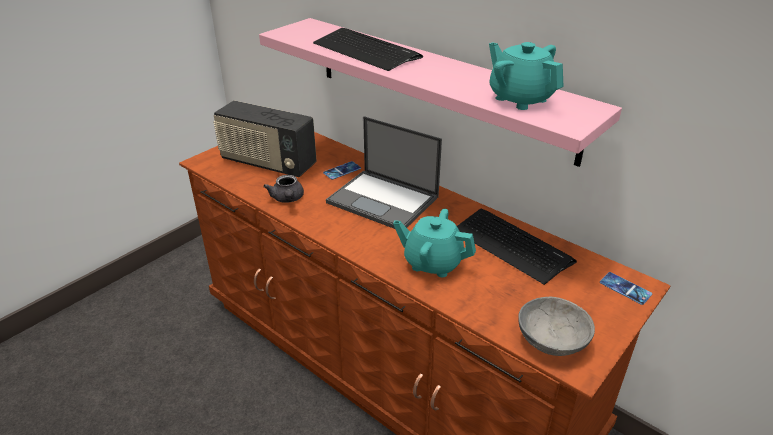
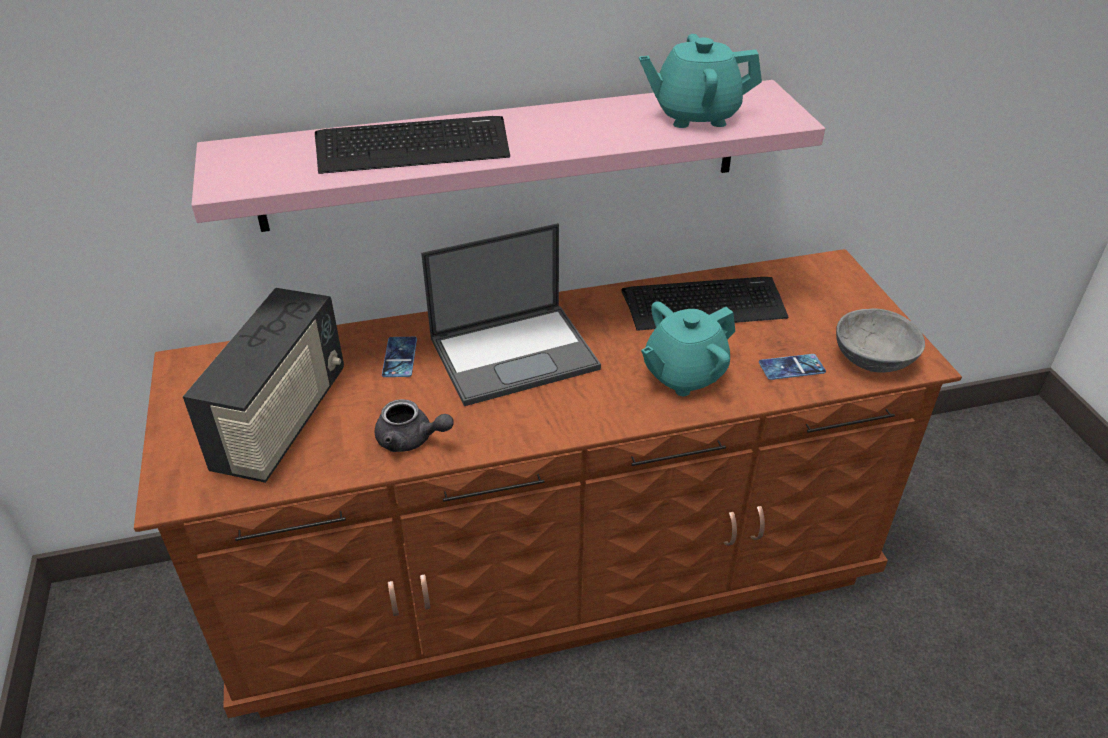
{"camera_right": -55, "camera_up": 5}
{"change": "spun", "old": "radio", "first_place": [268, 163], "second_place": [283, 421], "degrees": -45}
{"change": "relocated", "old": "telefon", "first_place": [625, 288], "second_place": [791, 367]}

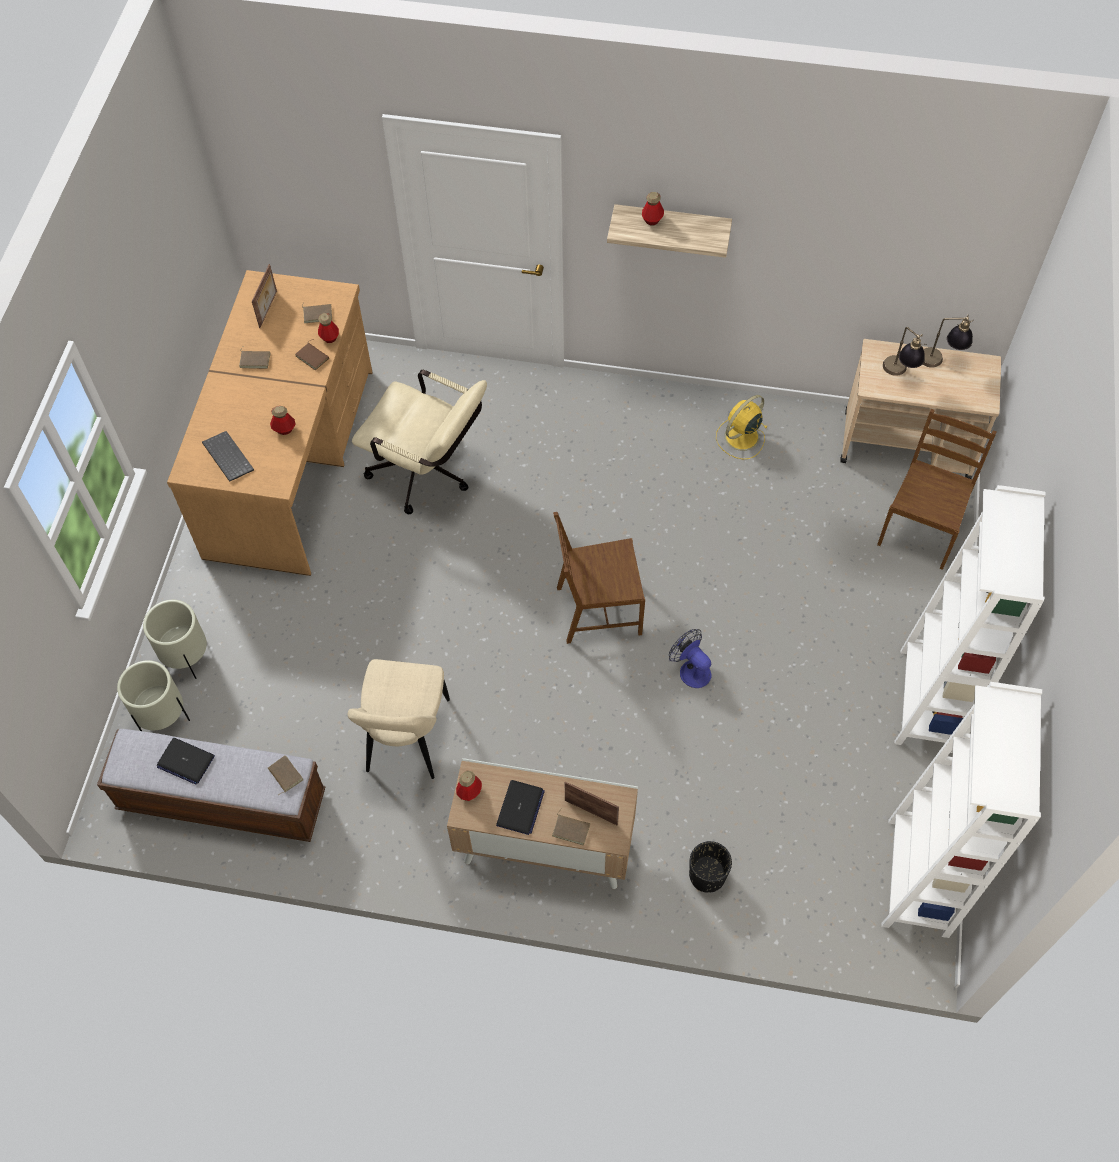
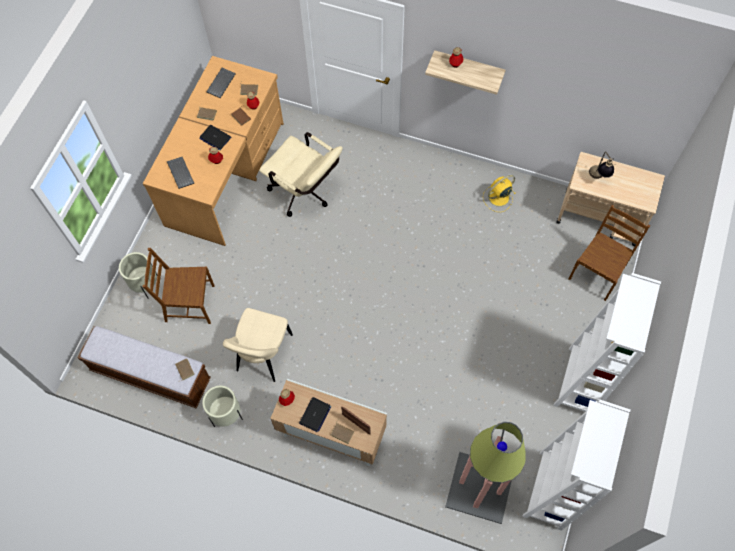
{"camera_right": 10, "camera_up": 5}
{"change": "relocated", "old": "krzesło [brązowy]", "first_place": [598, 610], "second_place": [189, 304]}
{"change": "relocated", "old": "laptop", "first_place": [185, 761], "second_place": [215, 138]}
{"change": "relocated", "old": "donica [beżowy]", "first_place": [163, 718], "second_place": [226, 415]}
{"change": "exchanged", "old": "ramka na zdjęcie", "new": "klawiatura", "first_place": [269, 309], "second_place": [221, 83]}
{"change": "appeared", "new": "lampa stojąca", "second_place": [479, 488]}
{"change": "missing", "old": "wentylator", "first_place": [691, 669]}
{"change": "missing", "old": "donica [czarny]", "first_place": [707, 875]}
{"change": "missing", "old": "lampa stołowa", "first_place": [941, 361]}

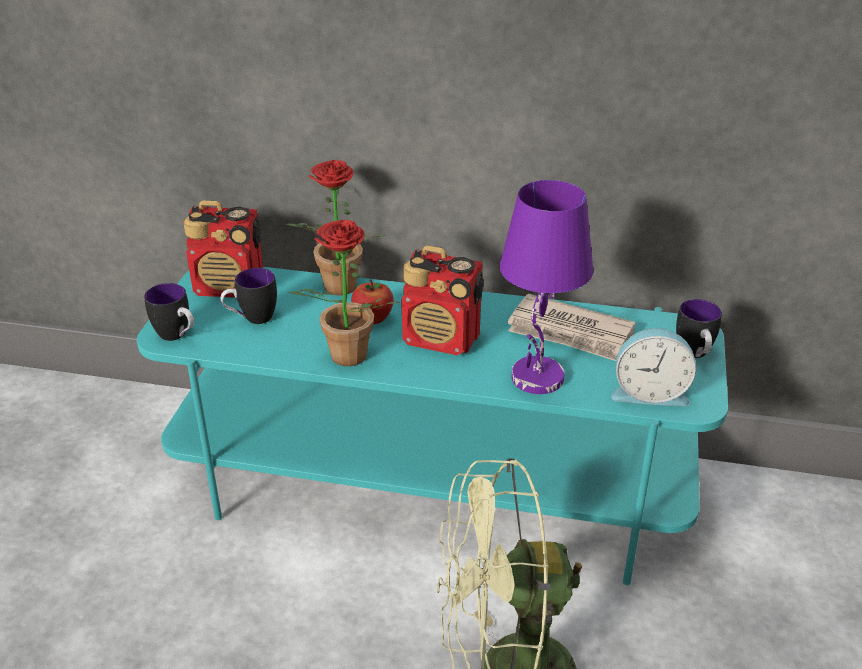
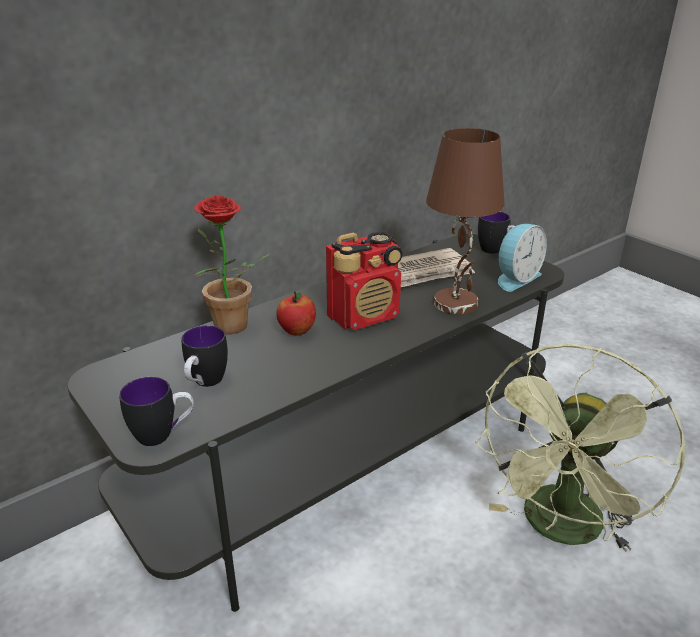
{"camera_right": -50, "camera_up": -5}
{"change": "colour", "old": "szafka pod telewizor [turkusowy]", "new": "szafka pod telewizor [szary]", "first_place": [433, 488], "second_place": [351, 462]}
{"change": "colour", "old": "lampa stołowa [fioletowy]", "new": "lampa stołowa [brązowy]", "first_place": [537, 379], "second_place": [457, 304]}
{"change": "missing", "old": "radio", "first_place": [230, 287]}
{"change": "missing", "old": "roślina doniczkowa", "first_place": [344, 360]}

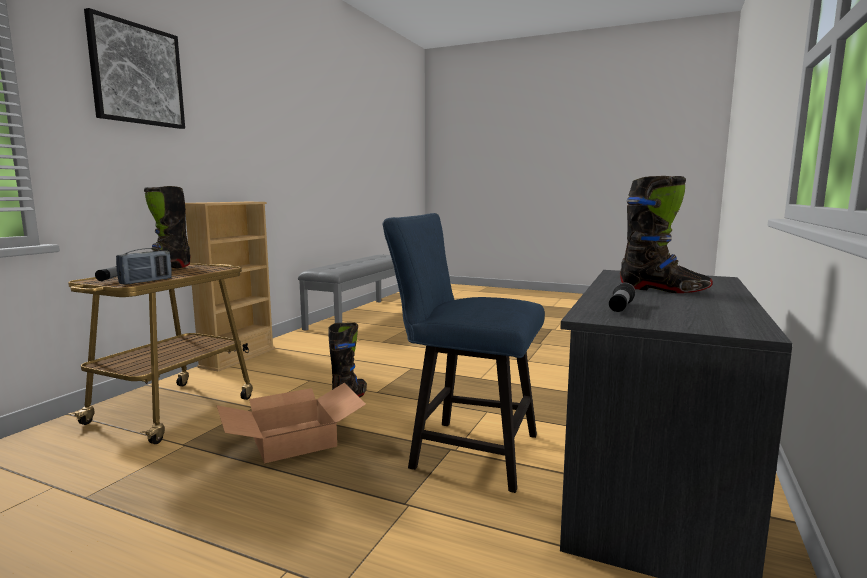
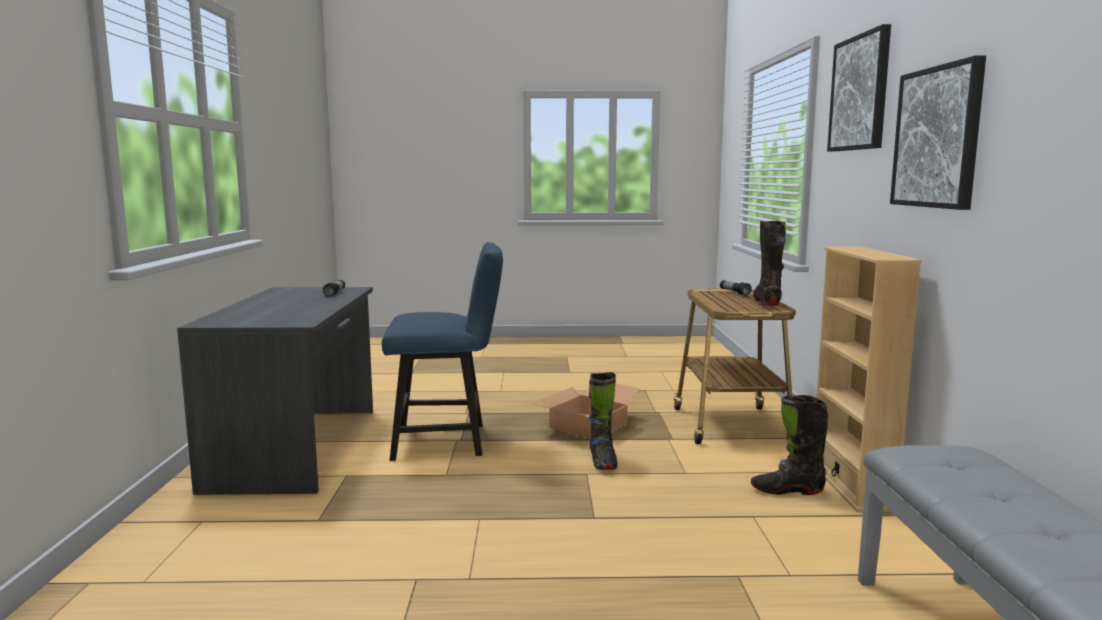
{"camera_right": 155, "camera_up": 0}
{"change": "relocated", "old": "but z cholewką [czarny]", "first_place": [663, 290], "second_place": [787, 490]}
{"change": "appeared", "new": "obraz", "second_place": [937, 137]}
{"change": "missing", "old": "radio", "first_place": [146, 281]}

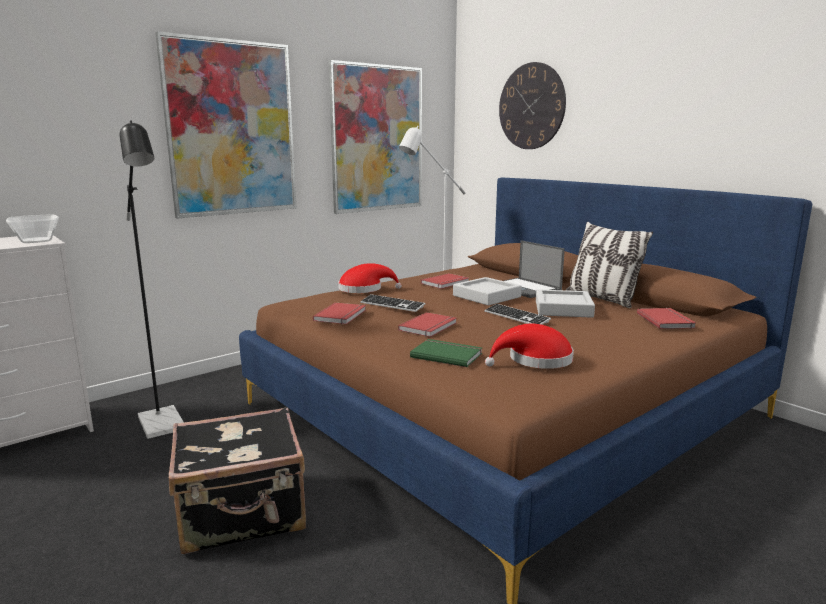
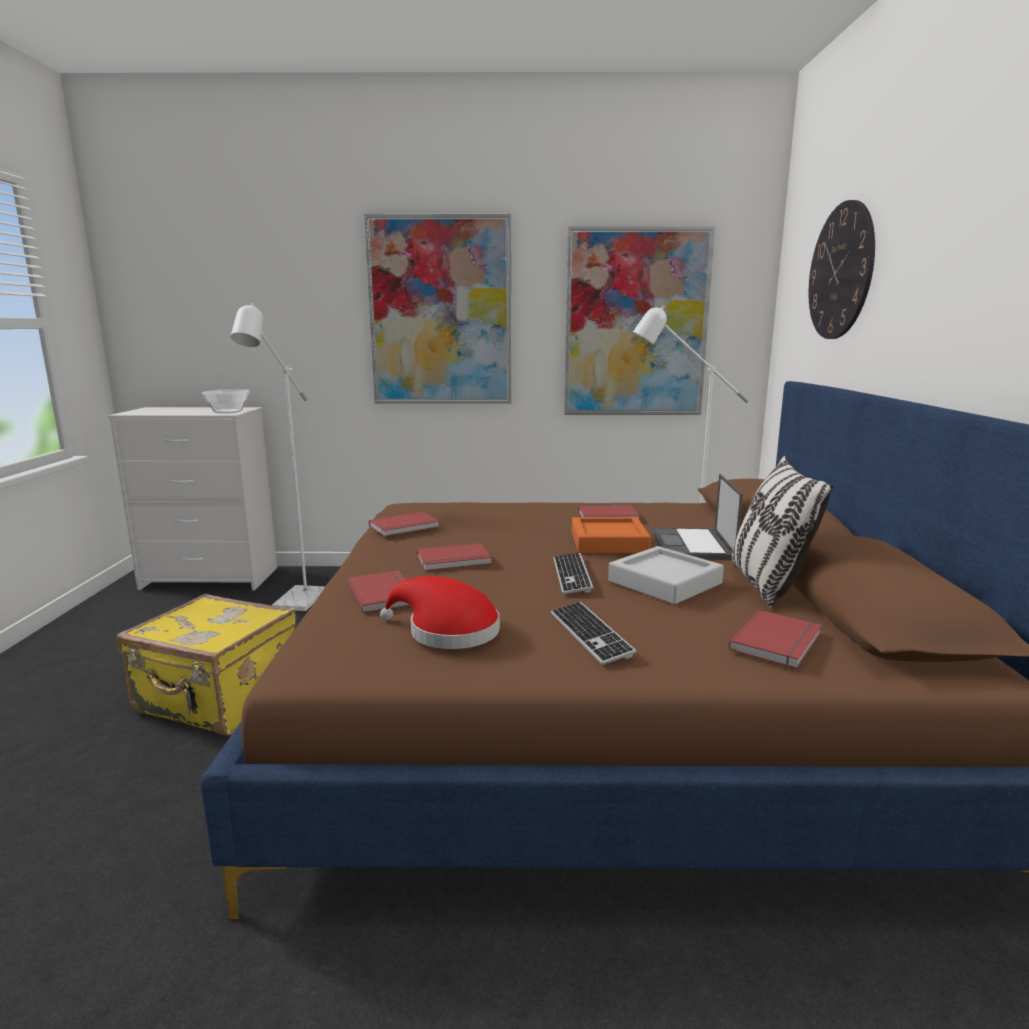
{"camera_right": 40, "camera_up": 0}
{"change": "colour", "old": "walizka [czarny]", "new": "walizka [żółty]", "first_place": [243, 514], "second_place": [219, 700]}
{"change": "colour", "old": "lampa stojąca [czarny]", "new": "lampa stojąca [biały]", "first_place": [164, 427], "second_place": [296, 604]}
{"change": "colour", "old": "książka [zielony]", "new": "książka [czerwony]", "first_place": [447, 355], "second_place": [384, 594]}
{"change": "relocated", "old": "klawiatura", "first_place": [392, 305], "second_place": [590, 634]}
{"change": "colour", "old": "taca [szary]", "new": "taca [pomarańczowy]", "first_place": [486, 296], "second_place": [608, 542]}
{"change": "missing", "old": "kapelusz [czerwony]", "first_place": [364, 289]}

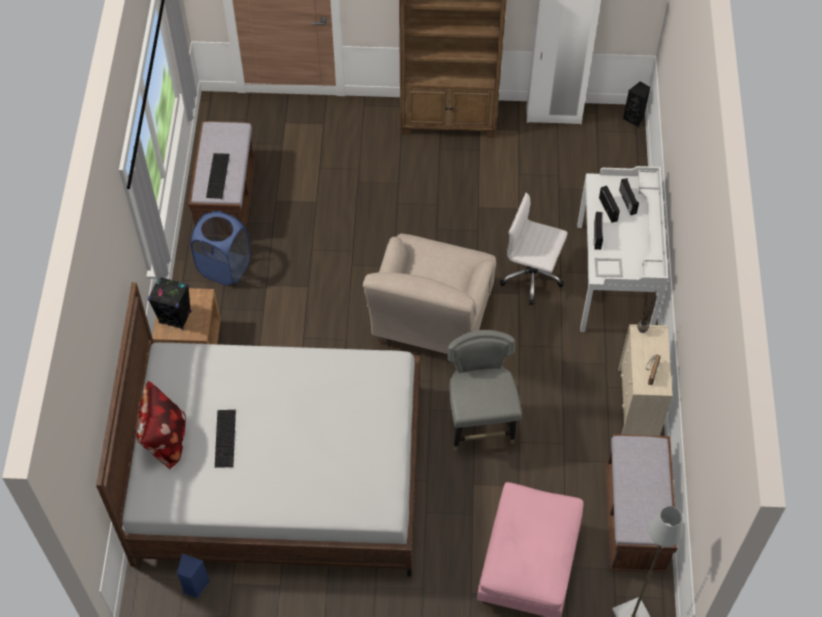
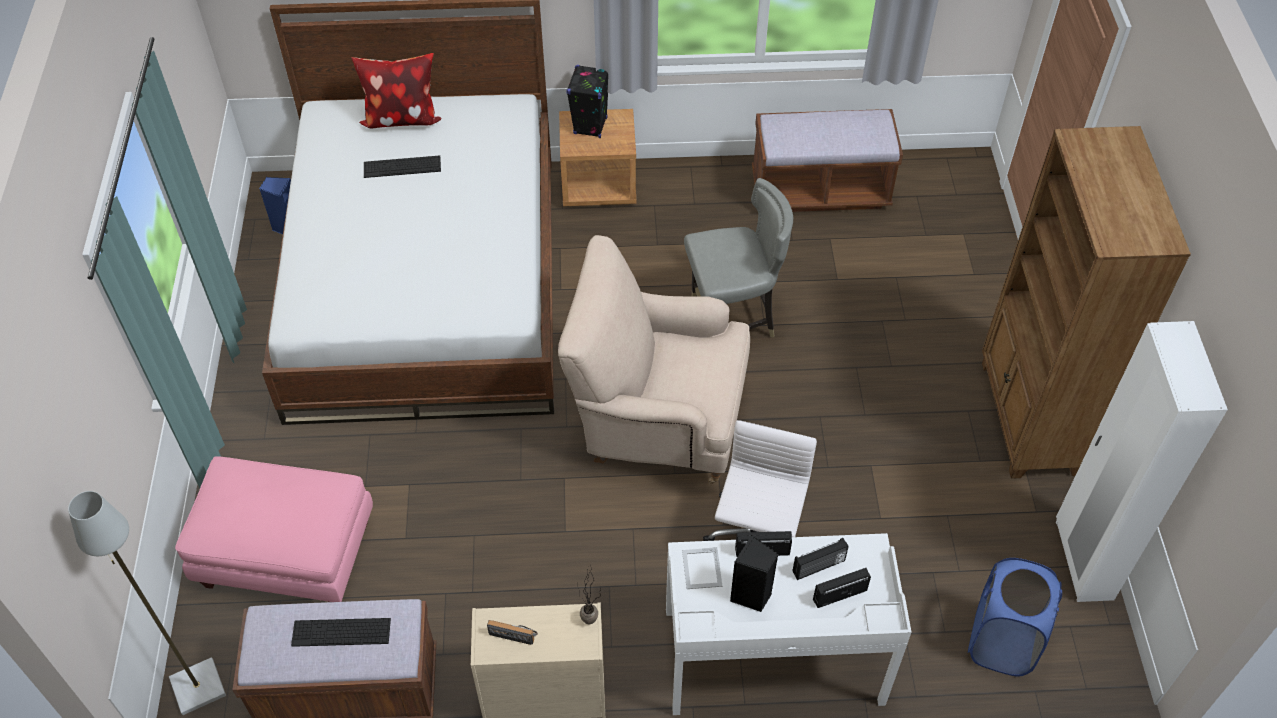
{"camera_right": 85, "camera_up": -5}
{"change": "relocated", "old": "klawiatura", "first_place": [218, 176], "second_place": [341, 632]}
{"change": "relocated", "old": "krzesło [szary]", "first_place": [480, 424], "second_place": [732, 320]}
{"change": "relocated", "old": "głośnik [czarny]", "first_place": [634, 118], "second_place": [751, 596]}
{"change": "relocated", "old": "kosz na pranie [niebieski]", "first_place": [224, 267], "second_place": [1002, 642]}

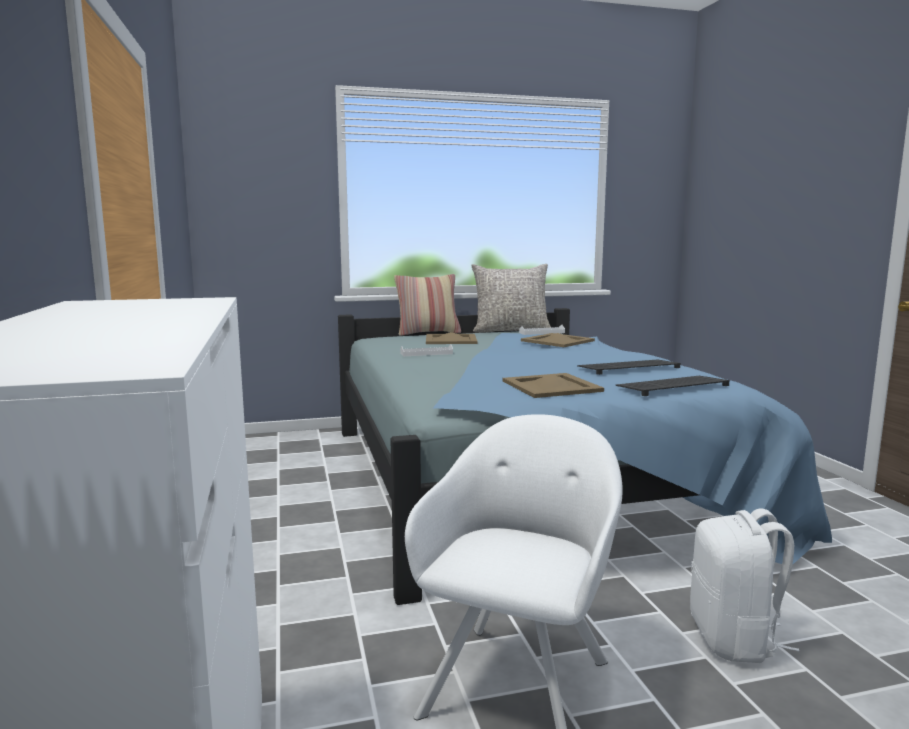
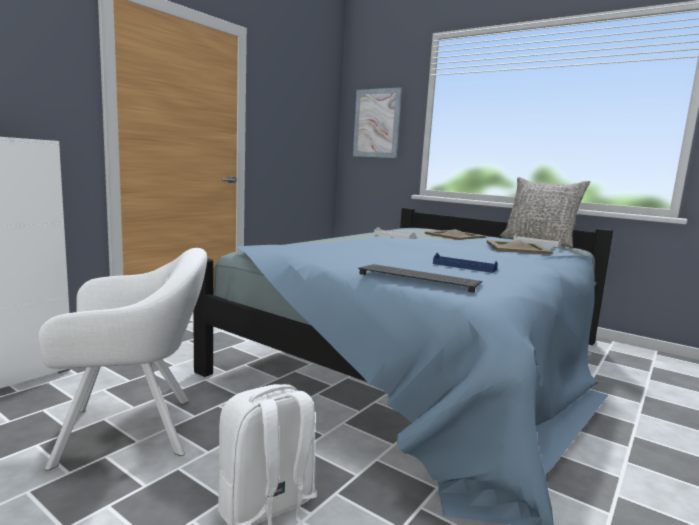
{"camera_right": 50, "camera_up": 0}
{"change": "appeared", "new": "obraz", "second_place": [376, 123]}
{"change": "exchanged", "old": "klawiatura", "new": "taca [niebieski]", "first_place": [629, 368], "second_place": [464, 266]}
{"change": "missing", "old": "poduszka", "first_place": [428, 333]}
{"change": "missing", "old": "taca [beżowy]", "first_place": [551, 386]}

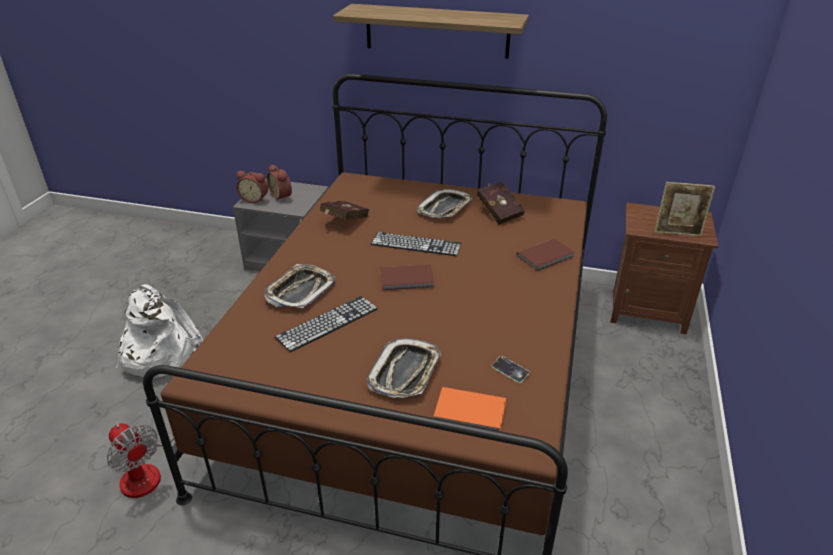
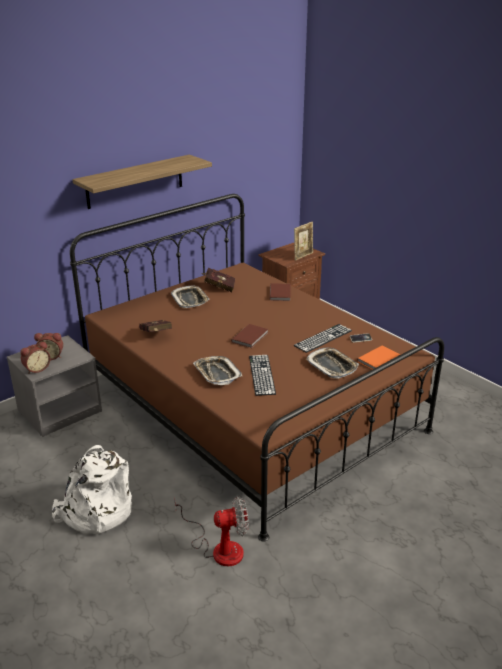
{"camera_right": -55, "camera_up": -5}
{"change": "relocated", "old": "klawiatura", "first_place": [416, 244], "second_place": [323, 338]}

